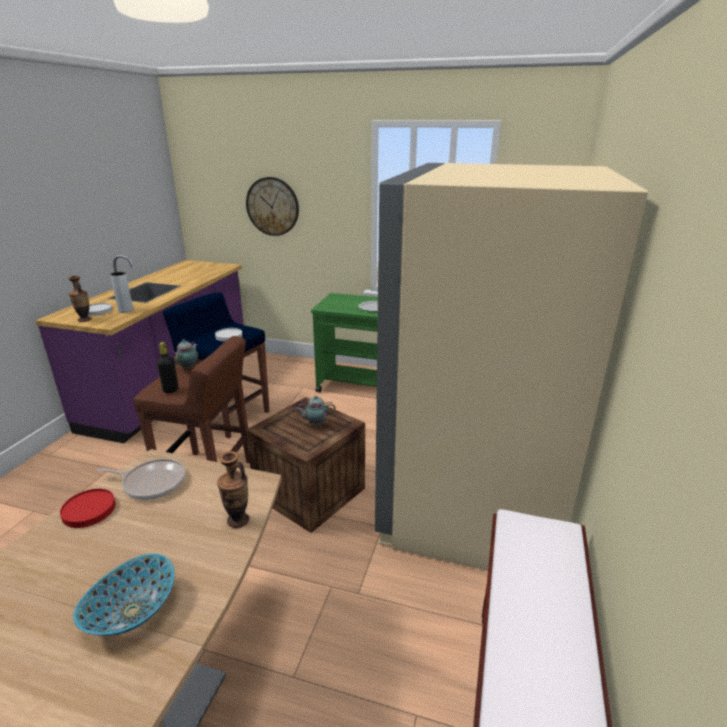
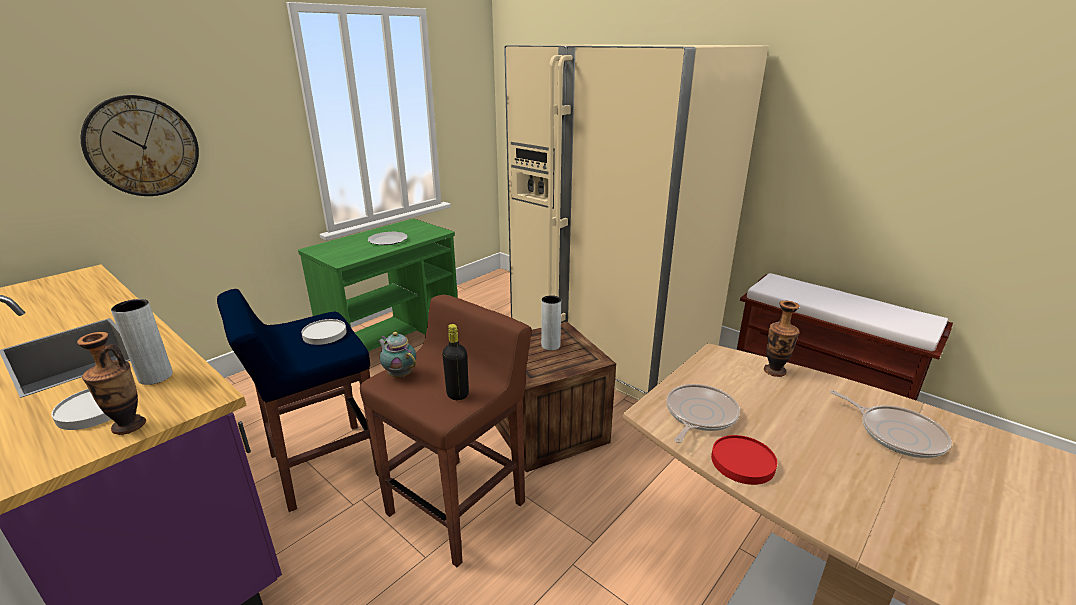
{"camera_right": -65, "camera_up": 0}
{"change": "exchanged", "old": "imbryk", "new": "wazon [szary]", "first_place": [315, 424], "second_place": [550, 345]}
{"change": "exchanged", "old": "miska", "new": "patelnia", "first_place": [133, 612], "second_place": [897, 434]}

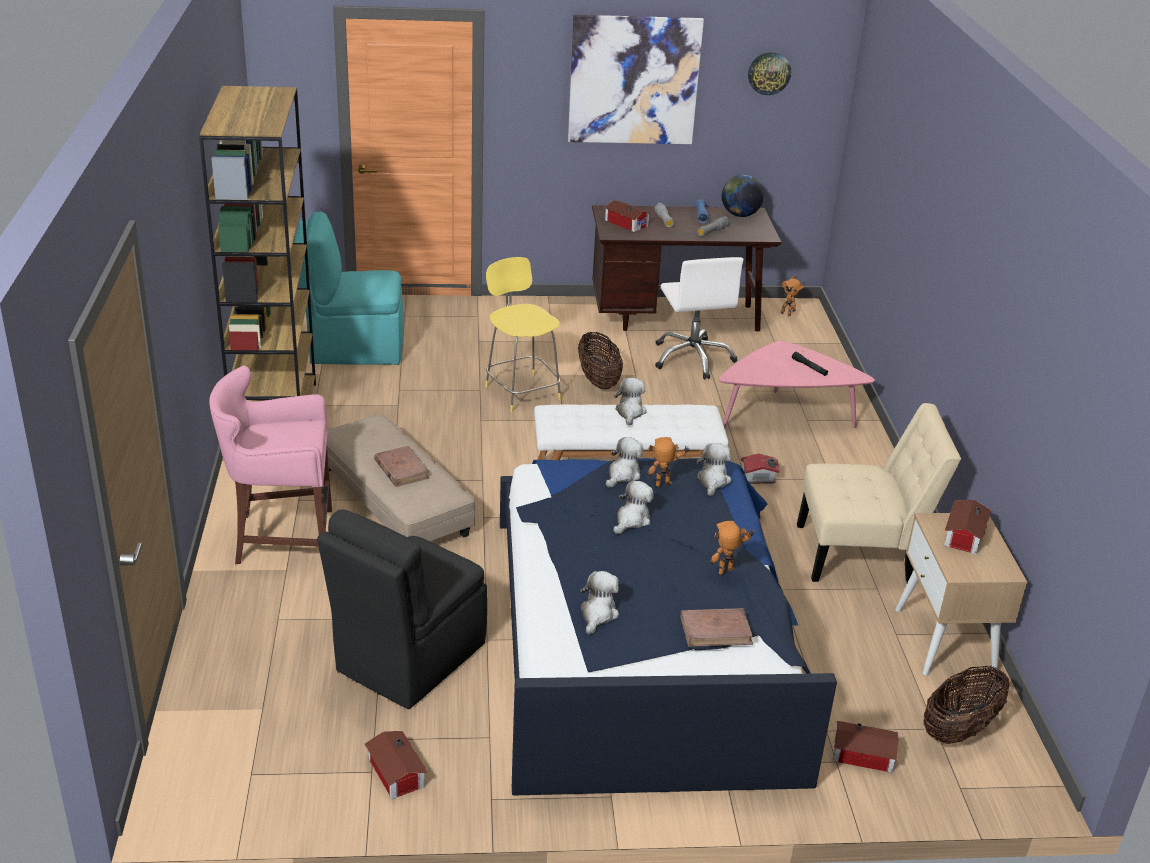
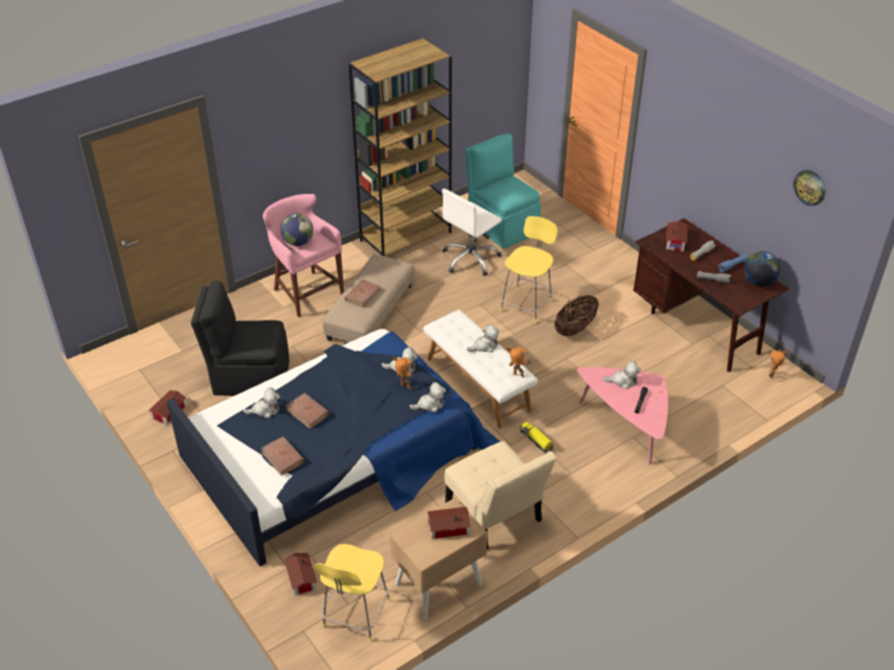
{"camera_right": 60, "camera_up": 10}
{"change": "appeared", "new": "globus", "second_place": [298, 242]}
{"change": "appeared", "new": "książka [brązowy]", "second_place": [307, 412]}
{"change": "exchanged", "old": "koszyk", "new": "stołek [żółty]", "first_place": [959, 729], "second_place": [355, 615]}
{"change": "relocated", "old": "krzesło biurowe [biały]", "first_place": [693, 358], "second_place": [470, 259]}
{"change": "relocated", "old": "robot zabawkowy", "first_place": [728, 573], "second_place": [518, 376]}
{"change": "exchanged", "old": "domek", "new": "ciężarówka zabawkowa", "first_place": [759, 478], "second_place": [536, 440]}
{"change": "relocated", "old": "pluszak", "first_place": [631, 520], "second_place": [623, 381]}
{"change": "missing", "old": "obraz", "first_place": [634, 80]}

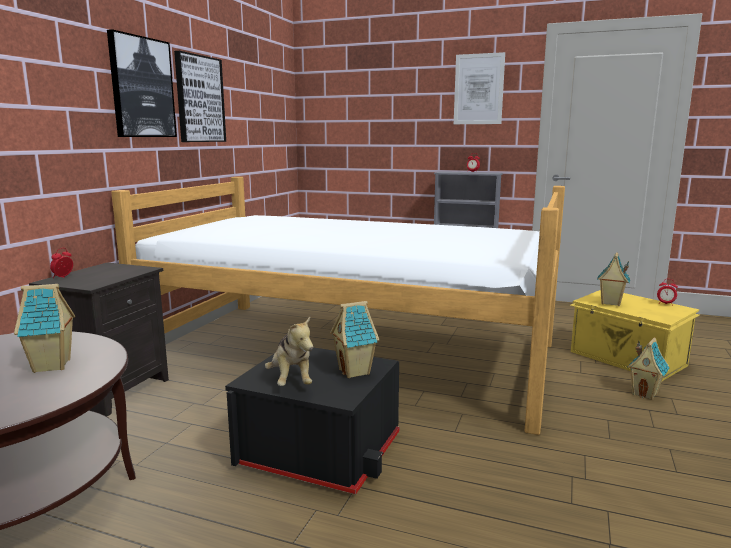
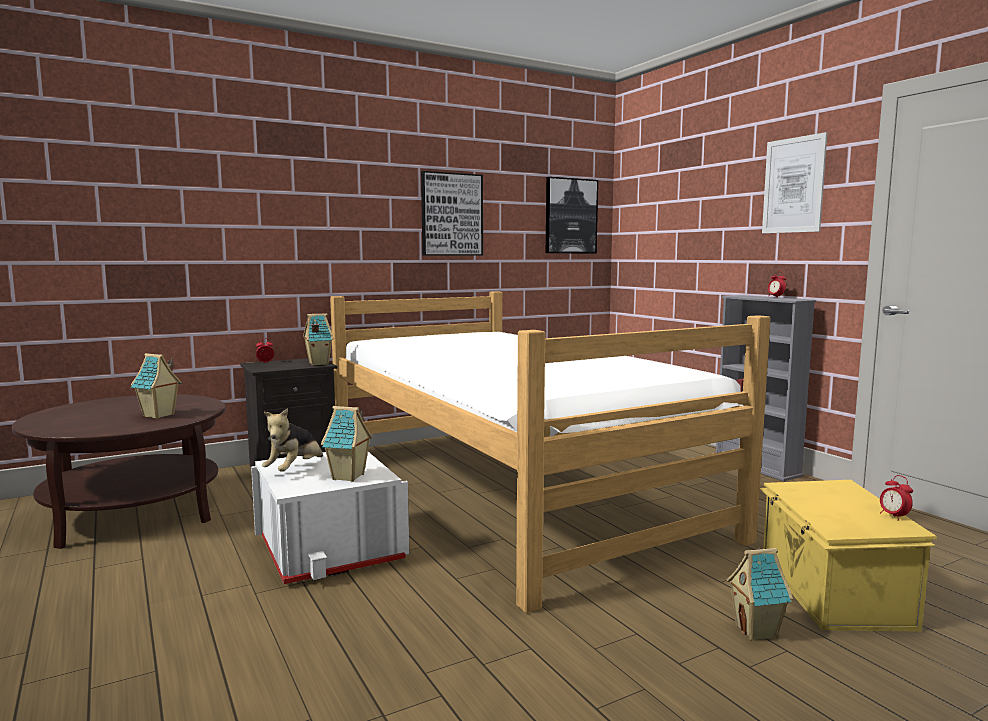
{"camera_right": 40, "camera_up": -5}
{"change": "colour", "old": "pojemnik do przechowywania [czarny]", "new": "pojemnik do przechowywania [biały]", "first_place": [320, 450], "second_place": [330, 549]}
{"change": "relocated", "old": "domek", "first_place": [610, 303], "second_place": [318, 363]}
{"change": "relocated", "old": "obraz", "first_place": [142, 87], "second_place": [570, 216]}

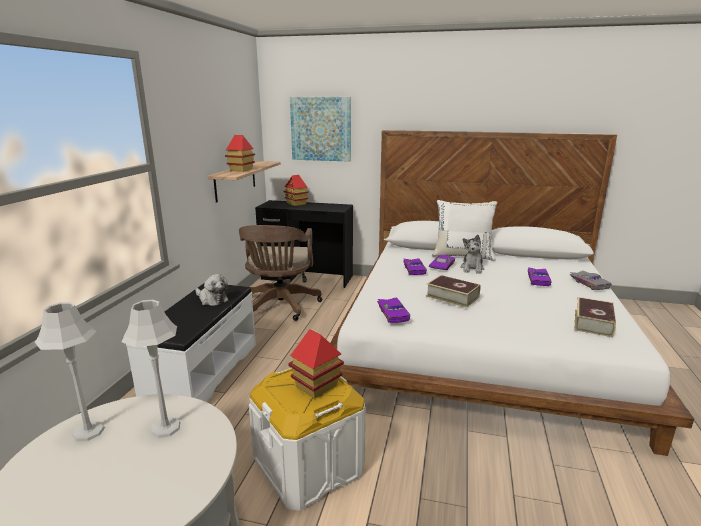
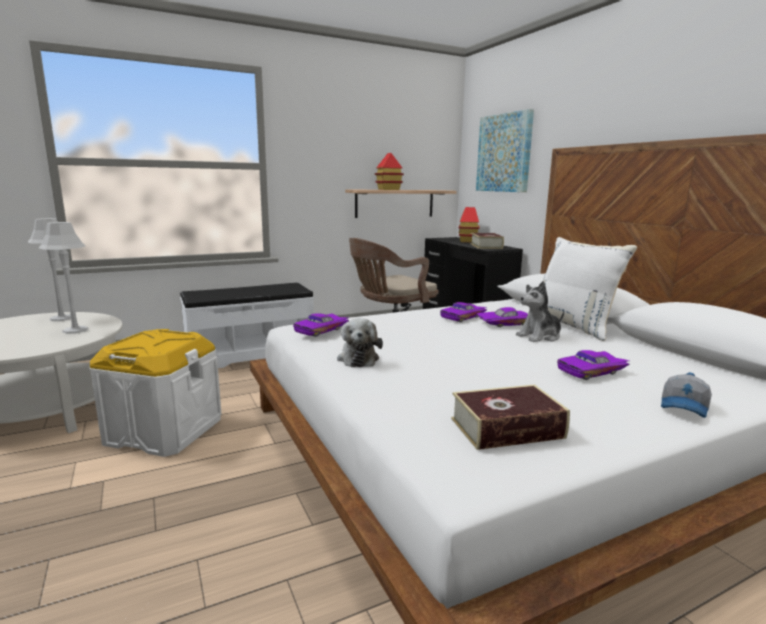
{"camera_right": 50, "camera_up": -5}
{"change": "relocated", "old": "pluszak", "first_place": [212, 299], "second_place": [358, 358]}
{"change": "relocated", "old": "książka", "first_place": [452, 296], "second_place": [486, 246]}
{"change": "exchanged", "old": "samochodzik [szary]", "new": "czapka z daszkiem", "first_place": [590, 284], "second_place": [685, 407]}
{"change": "missing", "old": "domek", "first_place": [316, 386]}

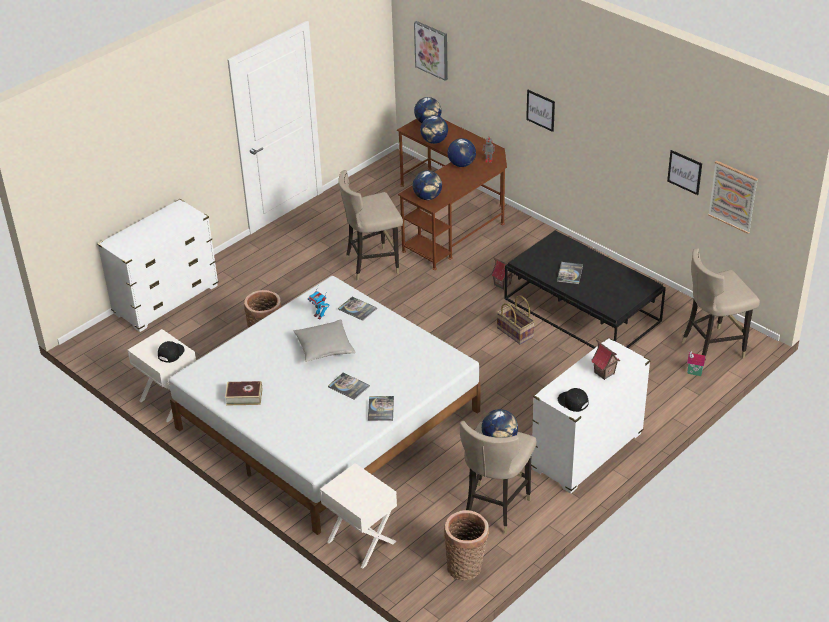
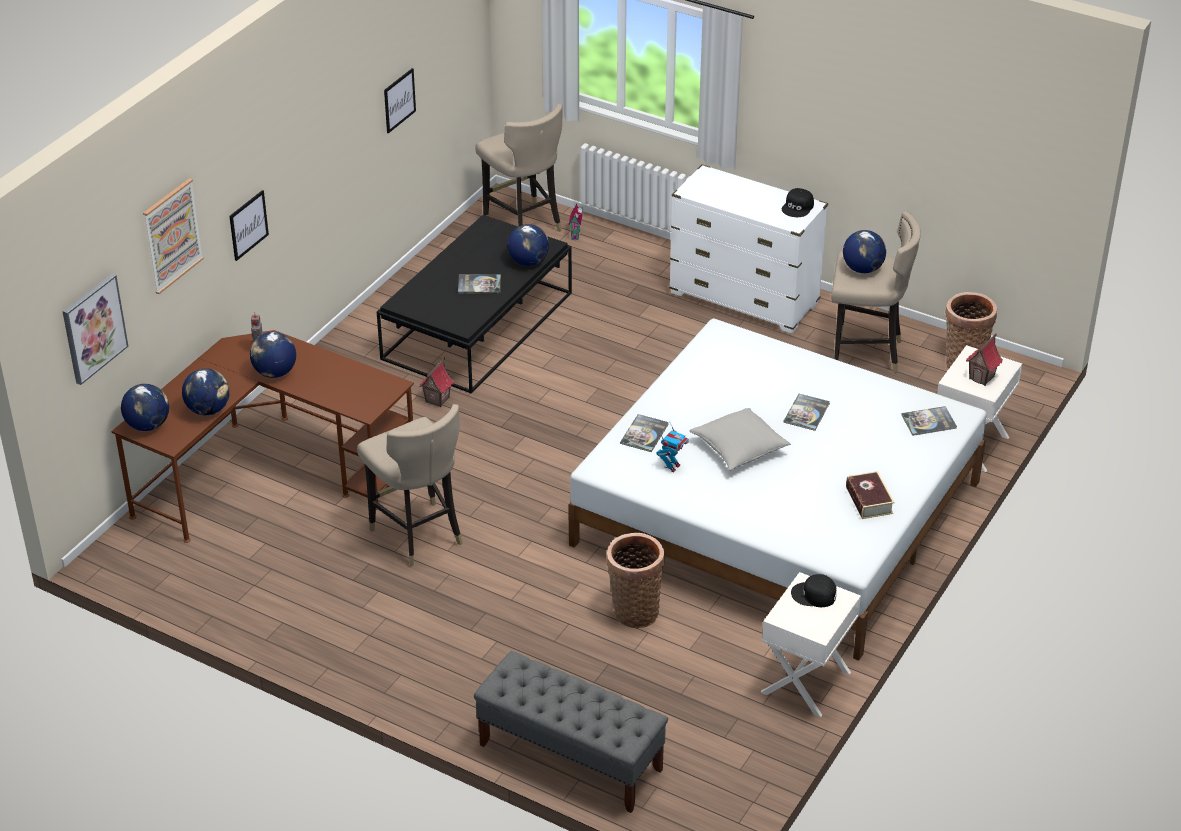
{"camera_right": -105, "camera_up": 0}
{"change": "relocated", "old": "obraz", "first_place": [733, 196], "second_place": [172, 235]}
{"change": "exchanged", "old": "komoda [biały]", "new": "ławka [szary]", "first_place": [166, 300], "second_place": [570, 757]}
{"change": "relocated", "old": "globus", "first_place": [427, 197], "second_place": [528, 262]}
{"change": "relocated", "old": "książka", "first_place": [381, 409], "second_place": [928, 422]}
{"change": "relocated", "old": "domek", "first_place": [604, 373], "second_place": [982, 378]}
{"change": "missing", "old": "koszyk", "first_place": [515, 332]}

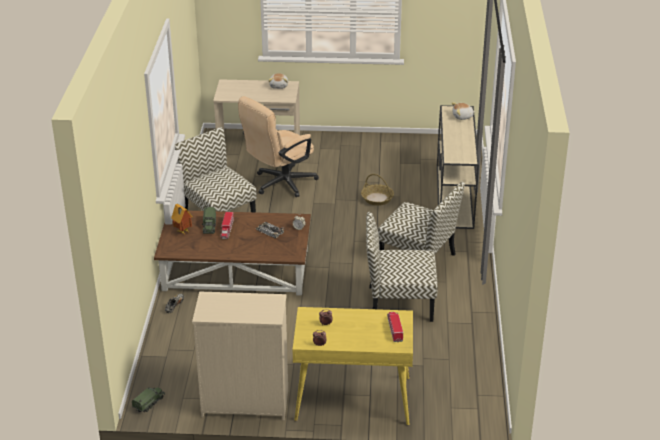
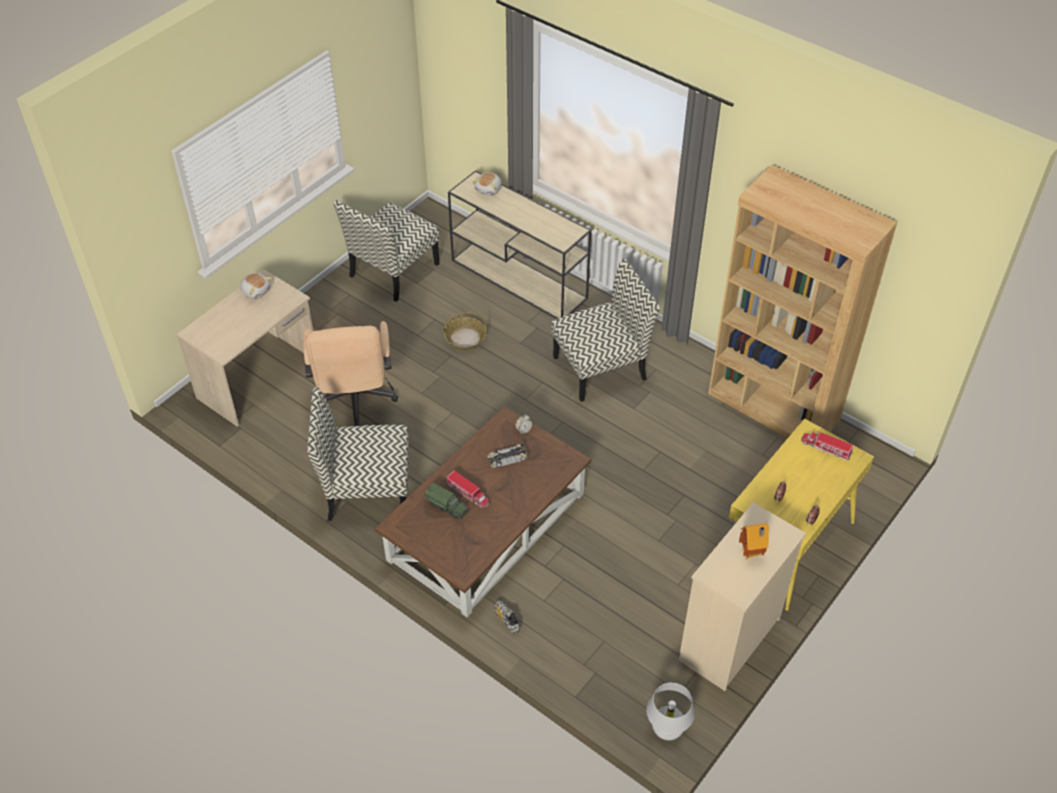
{"camera_right": -55, "camera_up": 15}
{"change": "relocated", "old": "krzesło", "first_place": [399, 303], "second_place": [393, 271]}
{"change": "exchanged", "old": "ciężarówka zabawkowa", "new": "lampa stołowa [biały]", "first_place": [149, 403], "second_place": [667, 730]}
{"change": "appeared", "new": "regał [brązowy]", "second_place": [773, 408]}
{"change": "relocated", "old": "domek", "first_place": [182, 232], "second_place": [751, 554]}

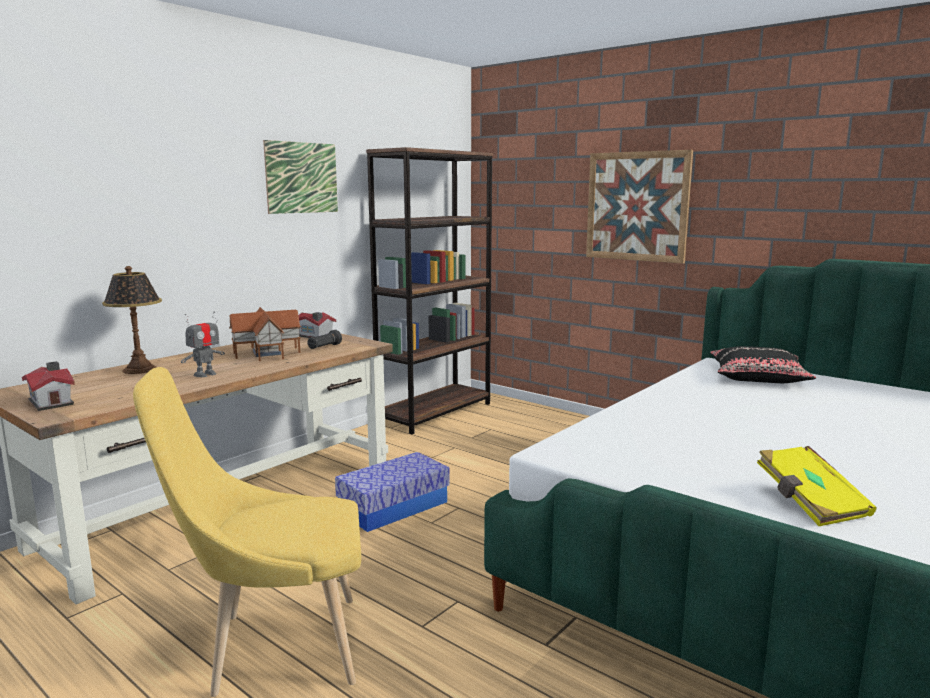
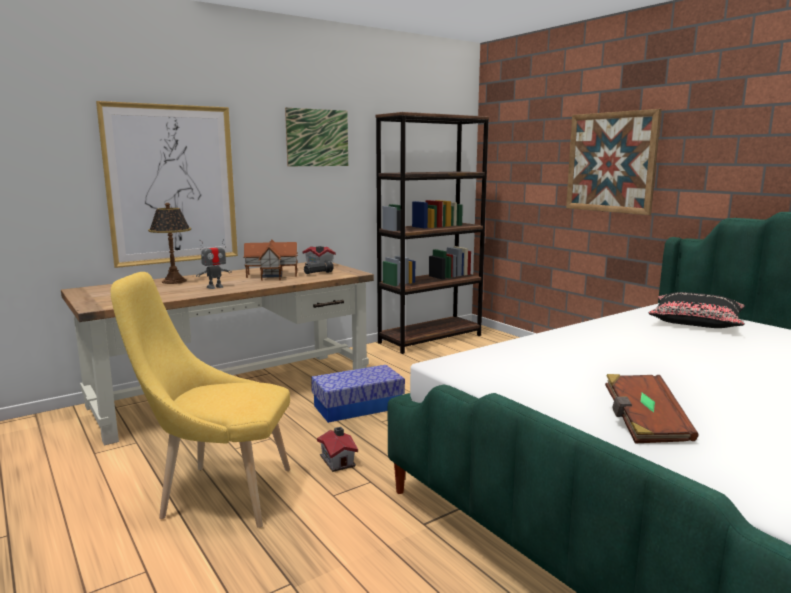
{"camera_right": 15, "camera_up": 0}
{"change": "appeared", "new": "obraz", "second_place": [172, 185]}
{"change": "relocated", "old": "domek", "first_place": [52, 402], "second_place": [338, 460]}
{"change": "colour", "old": "książka [żółty]", "new": "książka [brązowy]", "first_place": [809, 503], "second_place": [644, 425]}

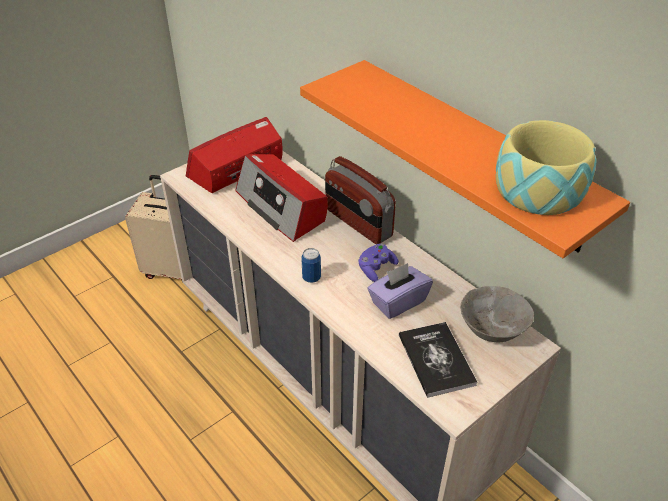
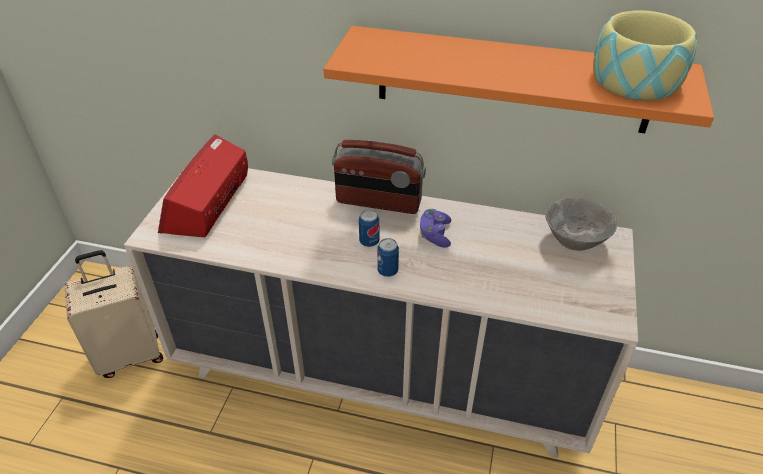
{"camera_right": -35, "camera_up": 0}
{"change": "appeared", "new": "puszka", "second_place": [369, 242]}
{"change": "missing", "old": "radio", "first_place": [282, 207]}
{"change": "missing", "old": "pudełko chusteczek [fioletowy]", "first_place": [398, 302]}
{"change": "missing", "old": "książka", "first_place": [436, 360]}

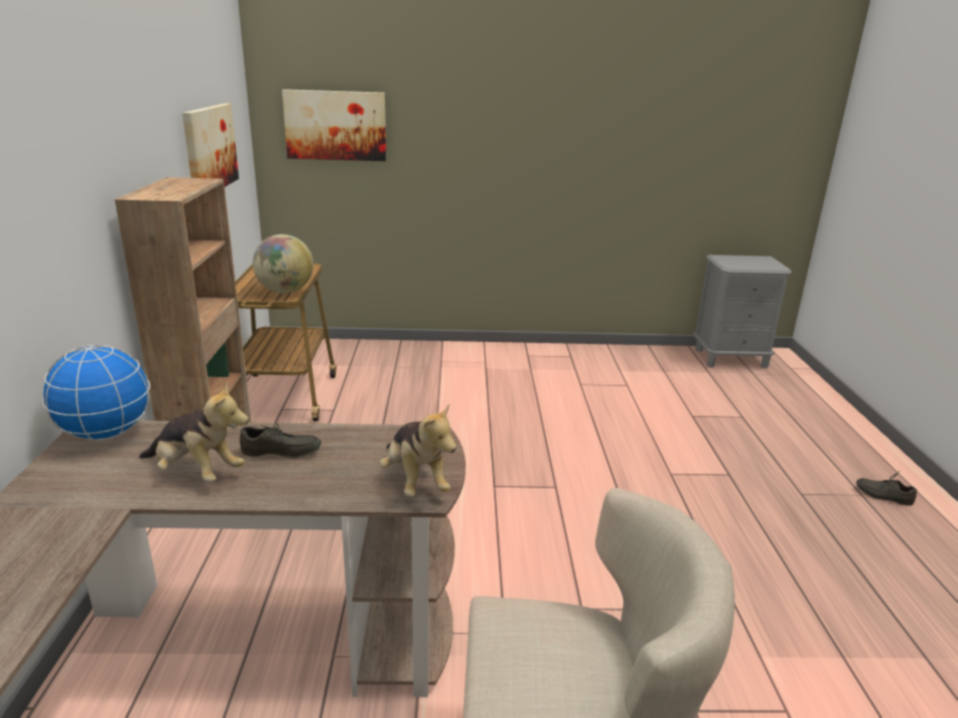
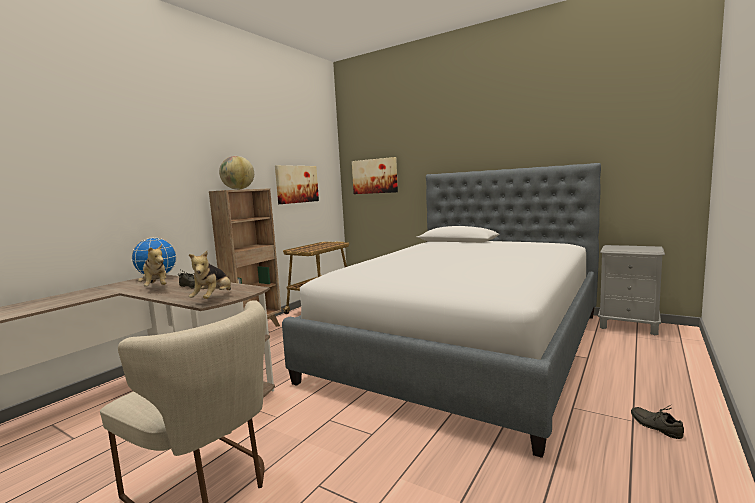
{"camera_right": 35, "camera_up": -15}
{"change": "relocated", "old": "globus", "first_place": [285, 291], "second_place": [238, 189]}
{"change": "appeared", "new": "łóżko", "second_place": [465, 345]}

